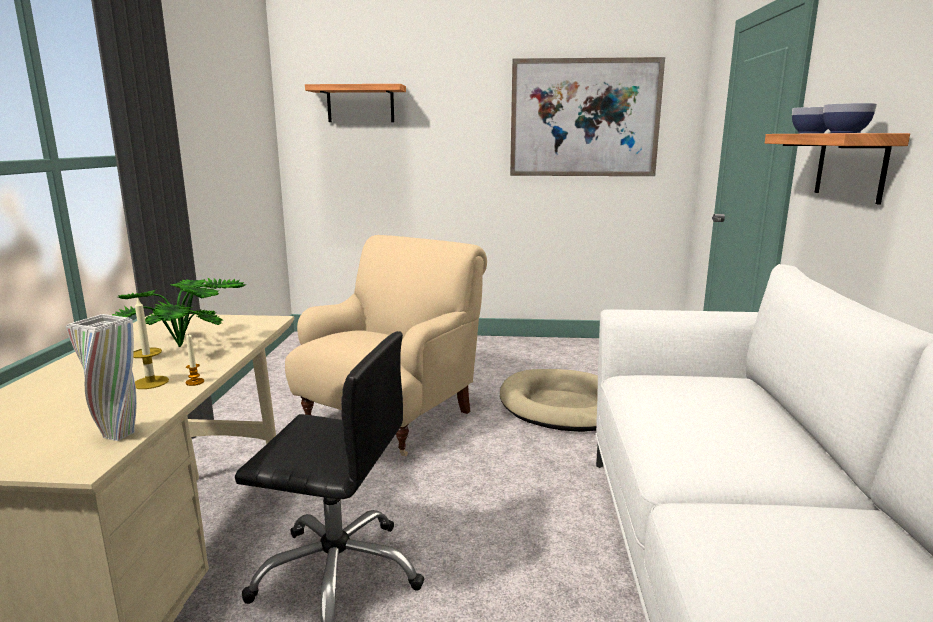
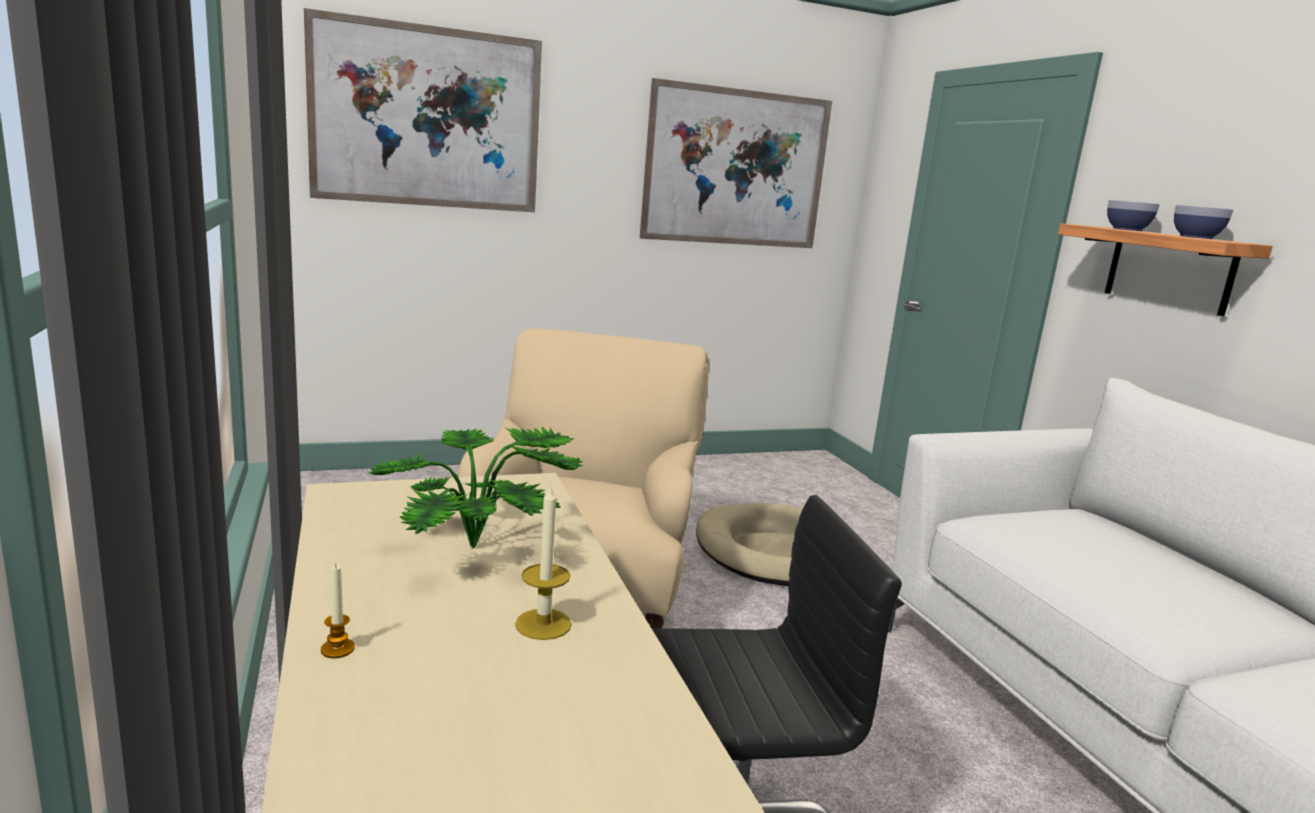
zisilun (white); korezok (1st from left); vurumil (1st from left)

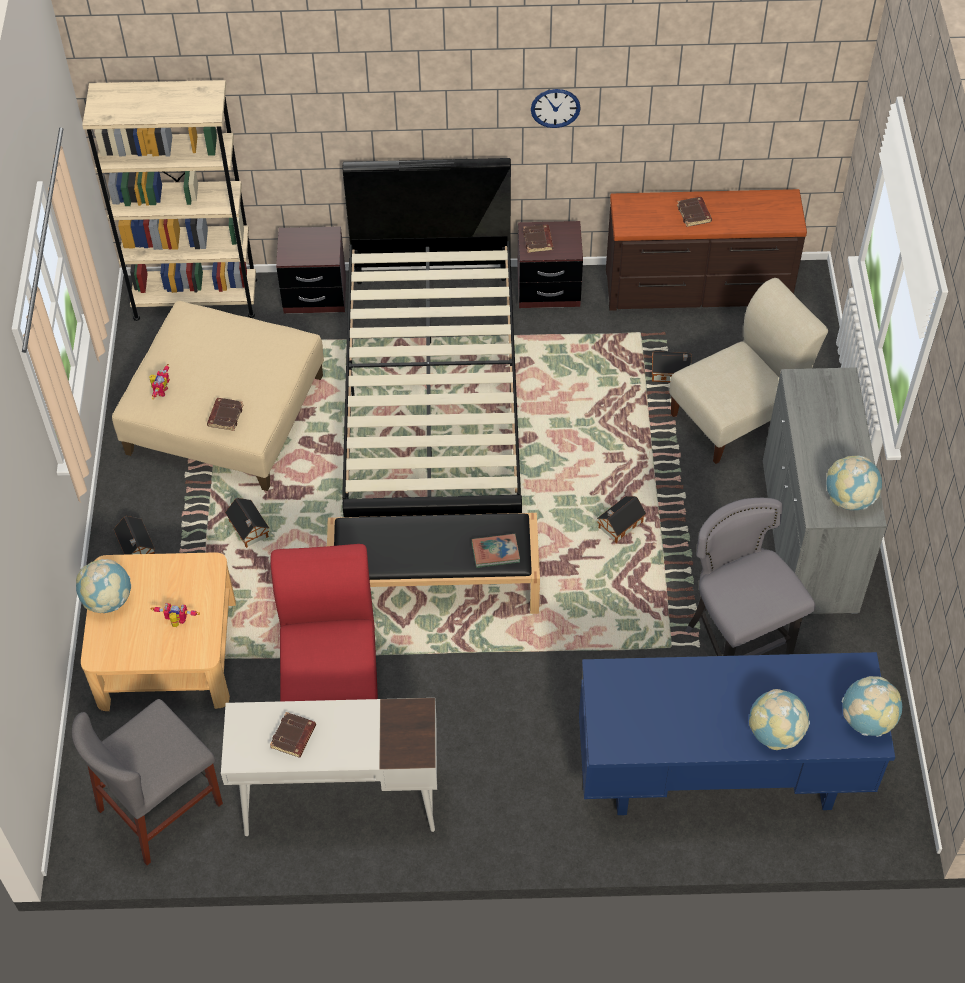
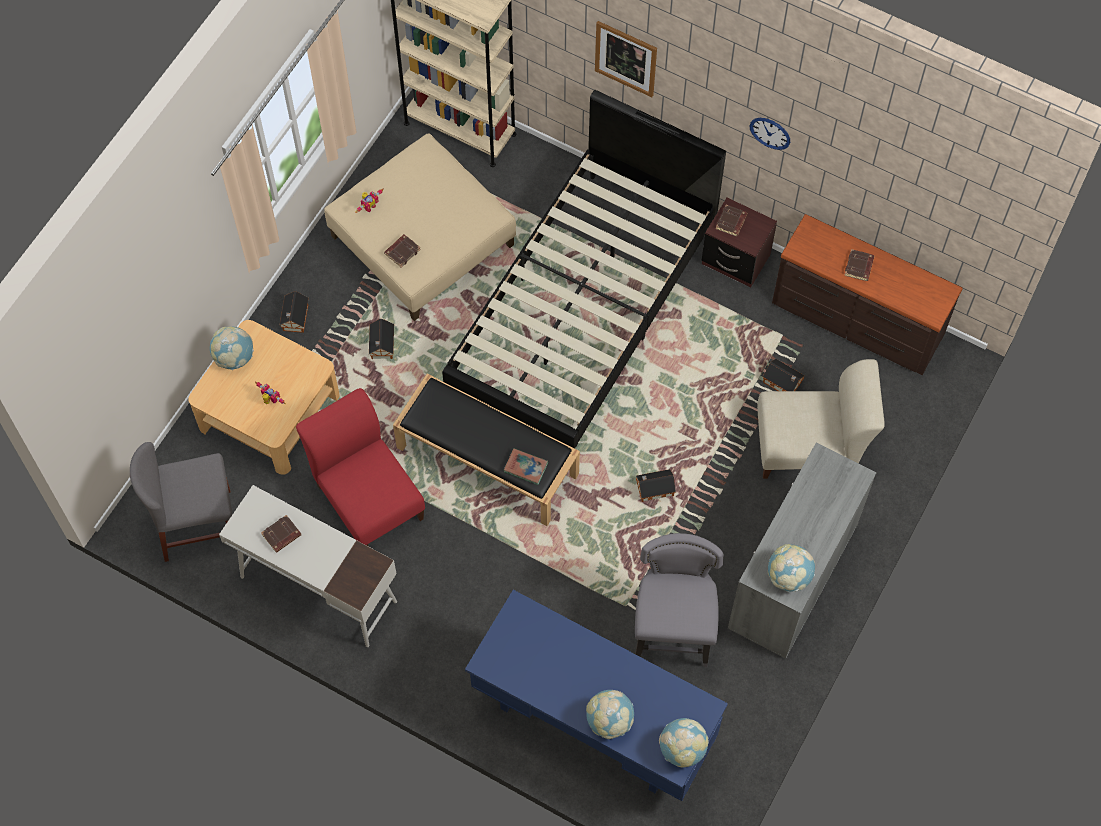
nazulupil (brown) (1st from left in the first image); vurumil; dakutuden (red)

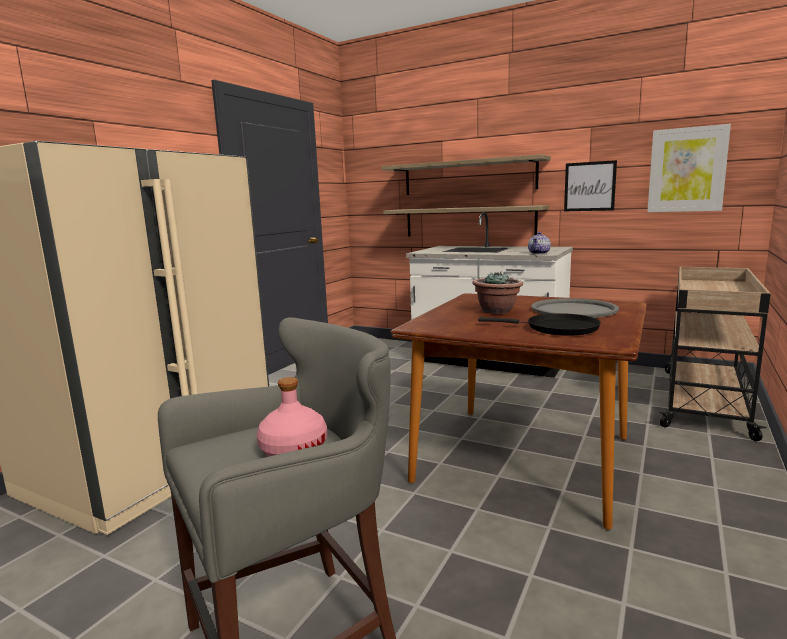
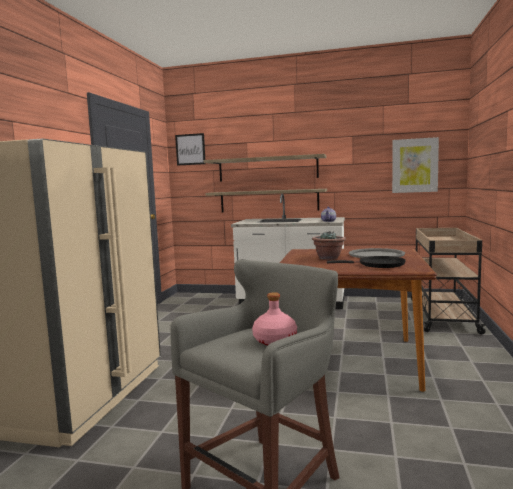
vurumil (1st from left)

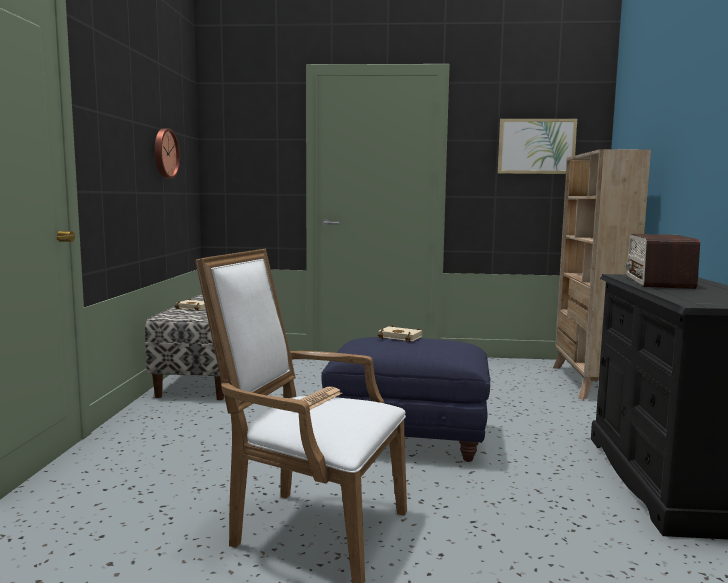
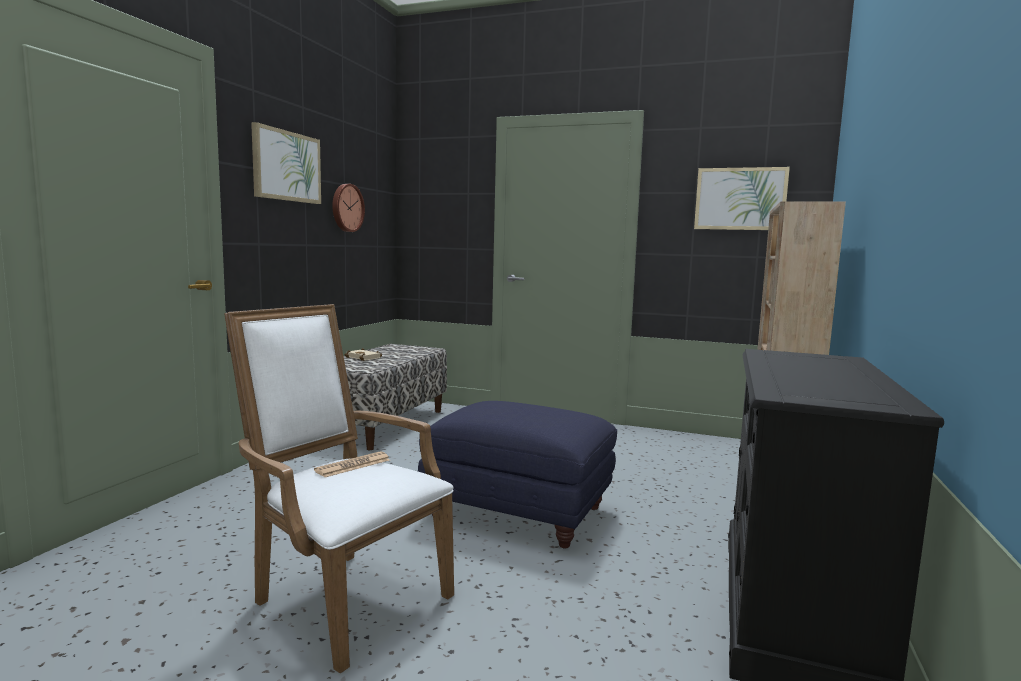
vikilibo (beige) (2nd from left in the first image); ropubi; vurumil (1st from left)

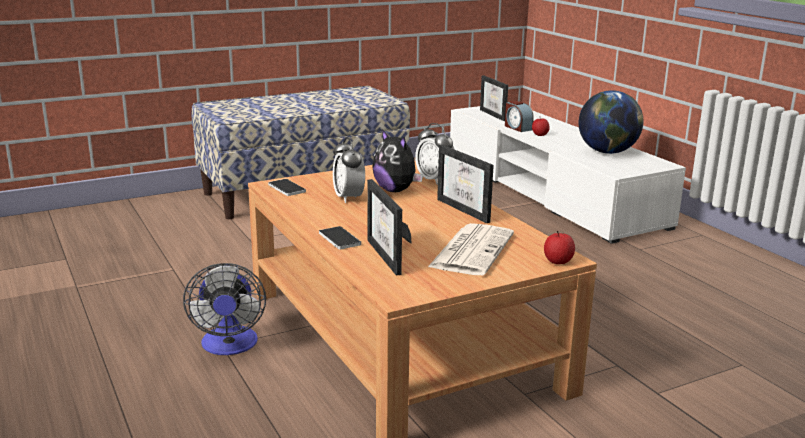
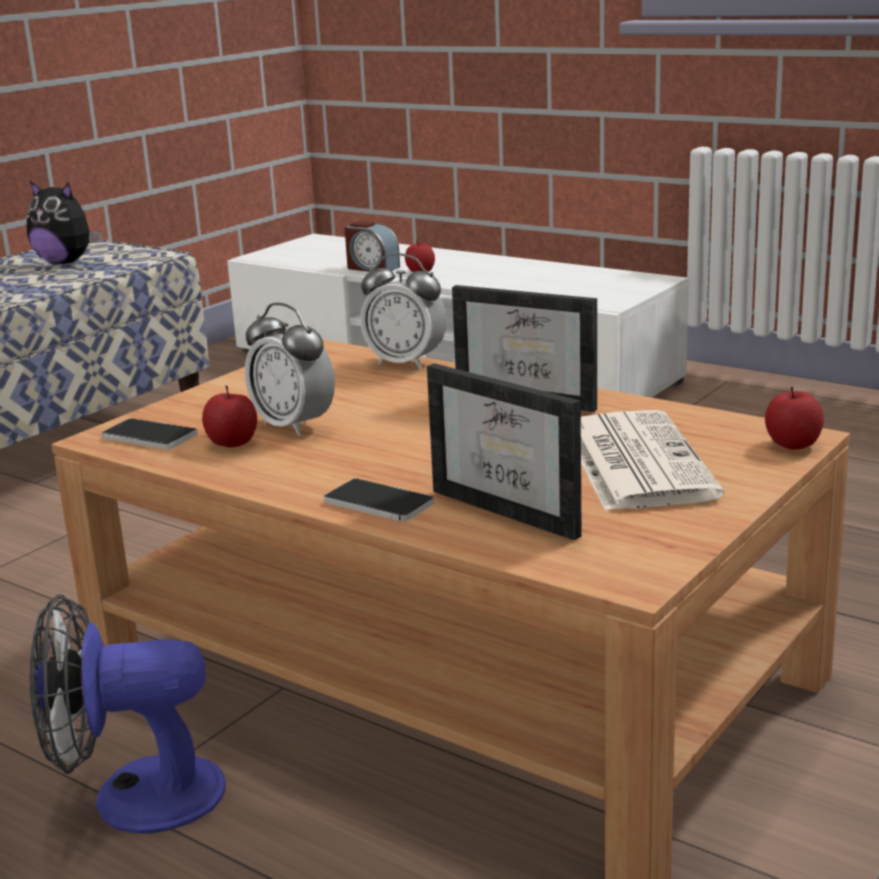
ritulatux (3rd from left in the first image); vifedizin; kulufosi (1st from left); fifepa; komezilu

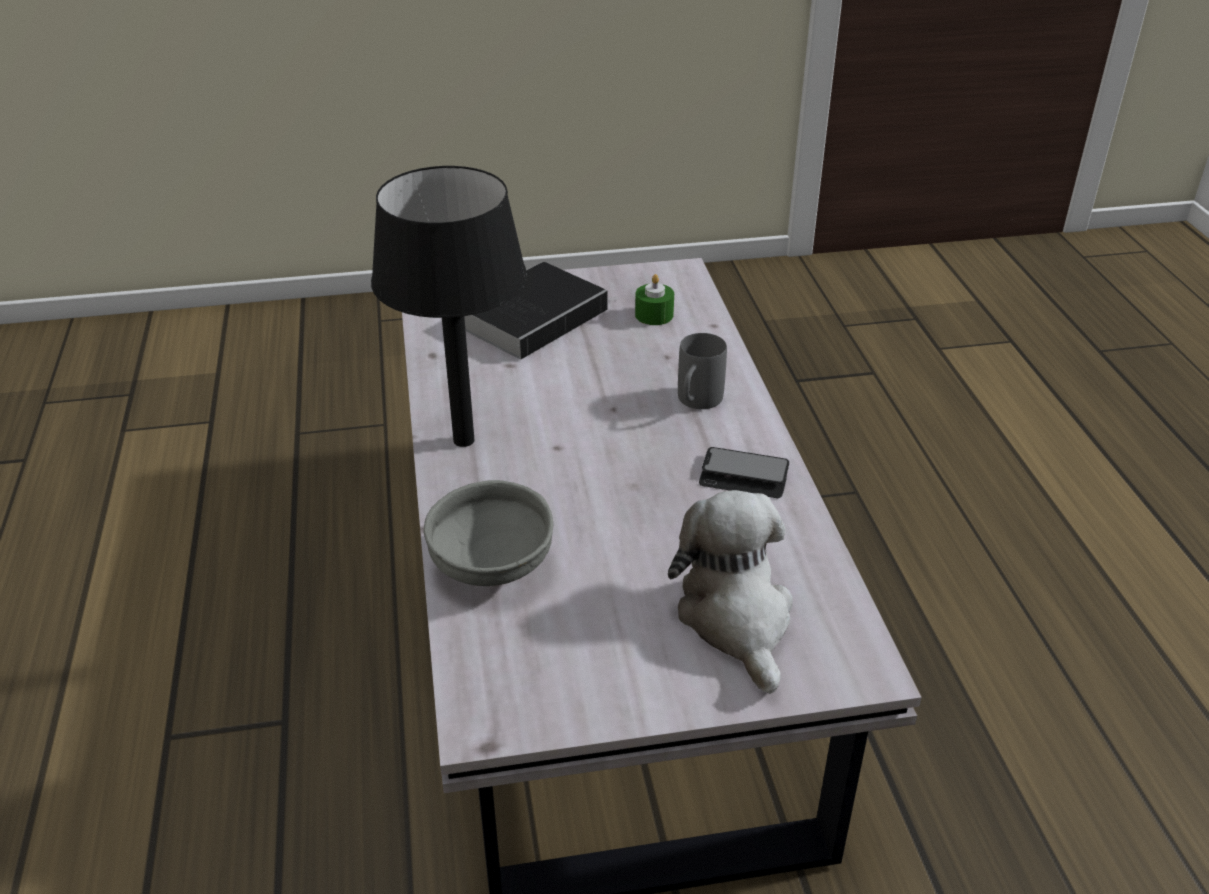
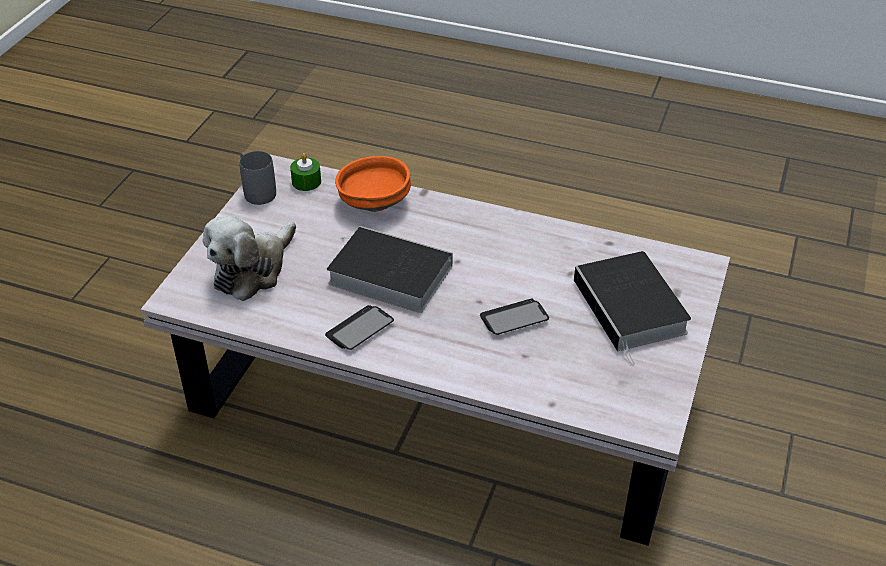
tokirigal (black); vikilibo (1st from left); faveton (2nd from left); korezok (green); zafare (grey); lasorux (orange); fifepa

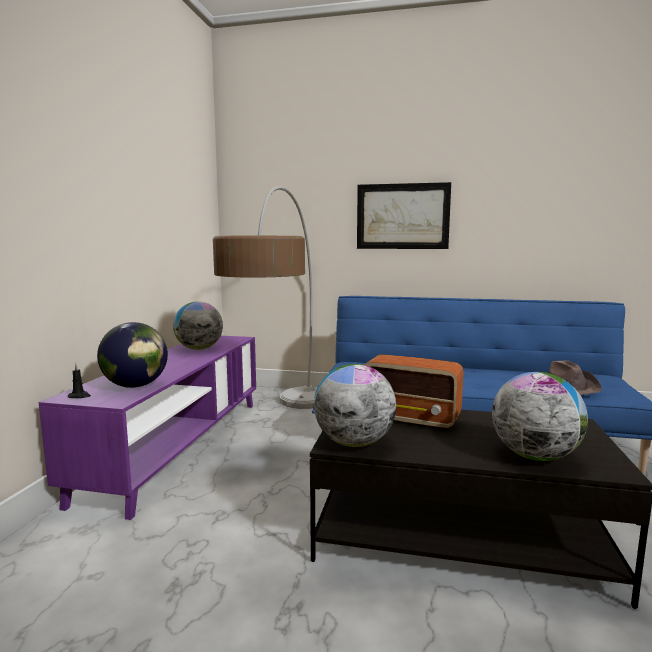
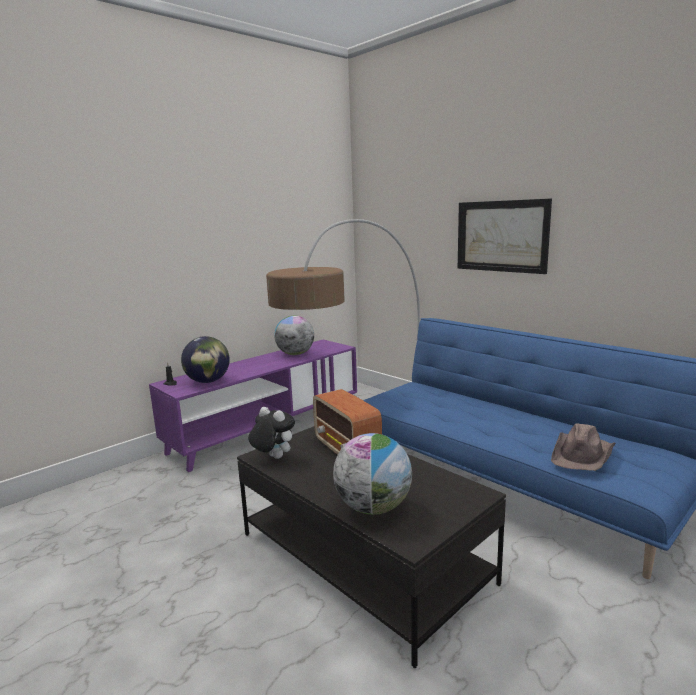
fifepa

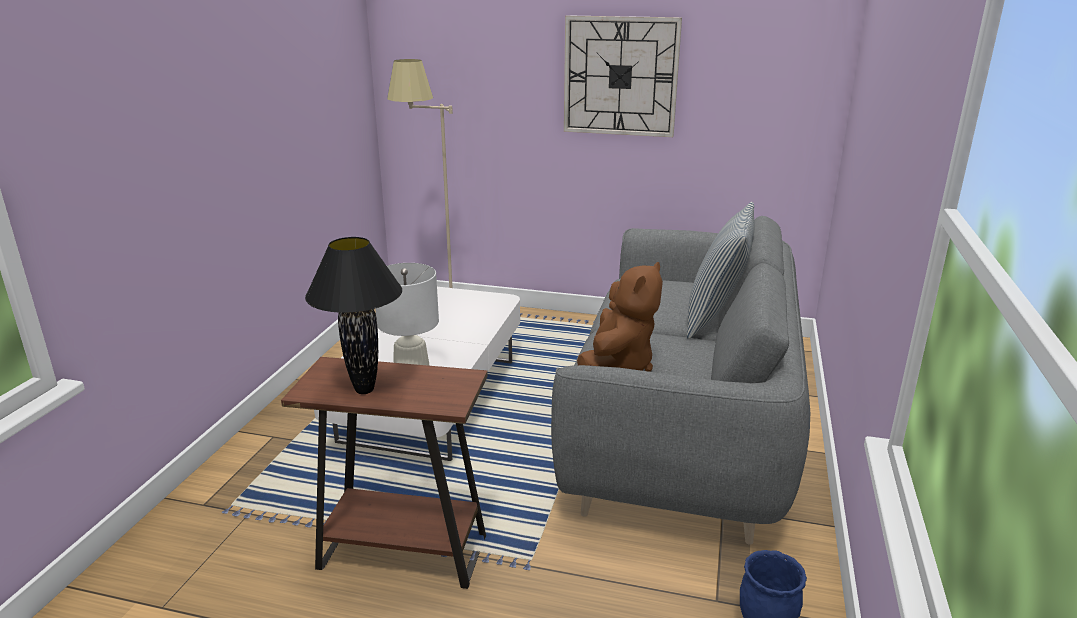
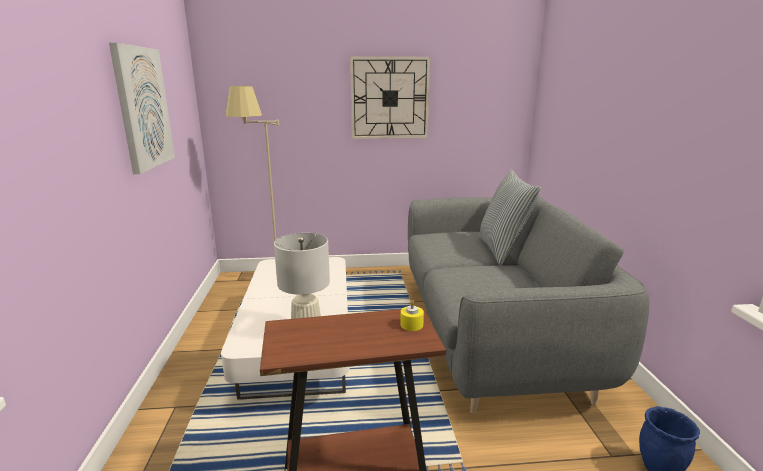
tokirigal (black); fifepa (brown); vurumil; korezok (yellow)

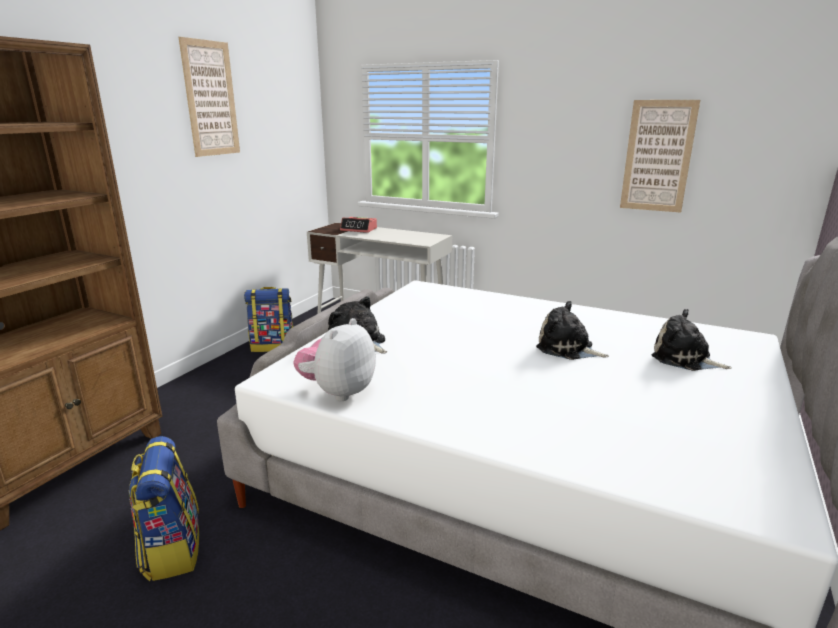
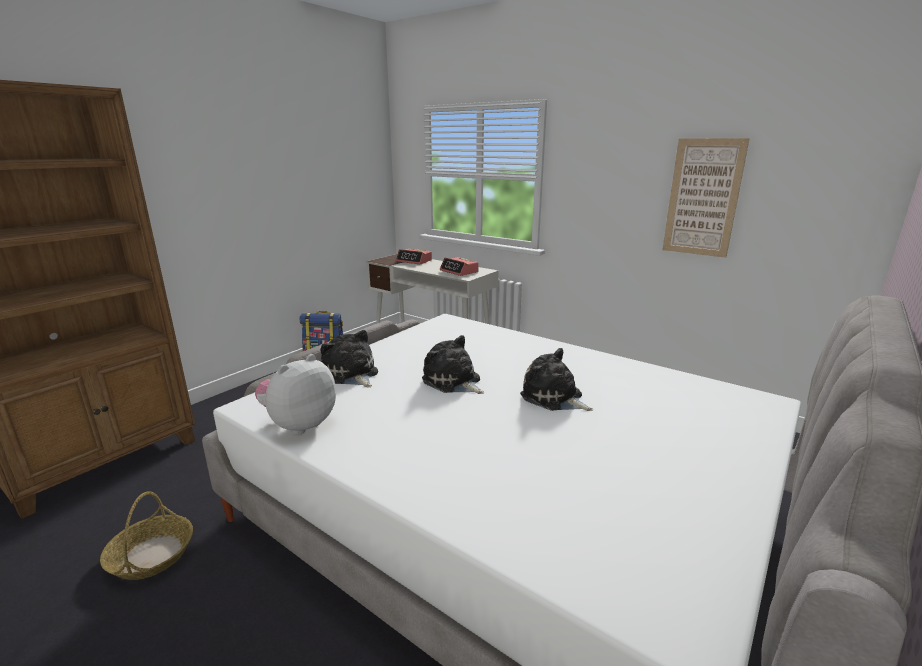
vurumil (1st from left in the first image); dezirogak (2nd from left); fifepa (3rd from left); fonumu

